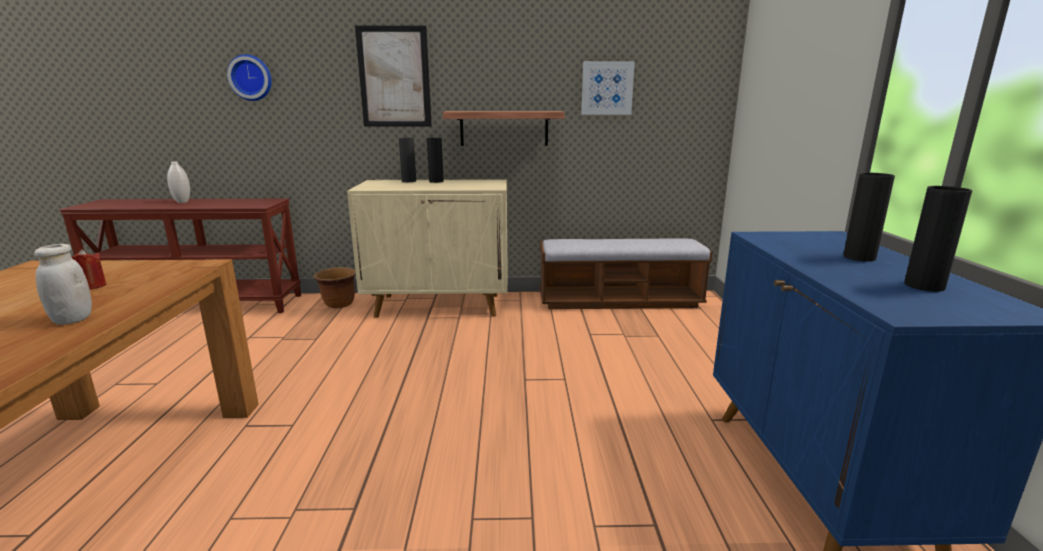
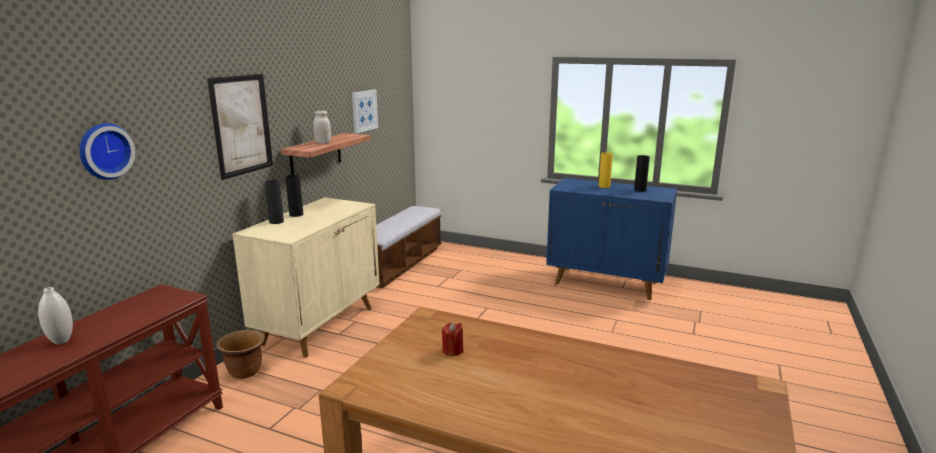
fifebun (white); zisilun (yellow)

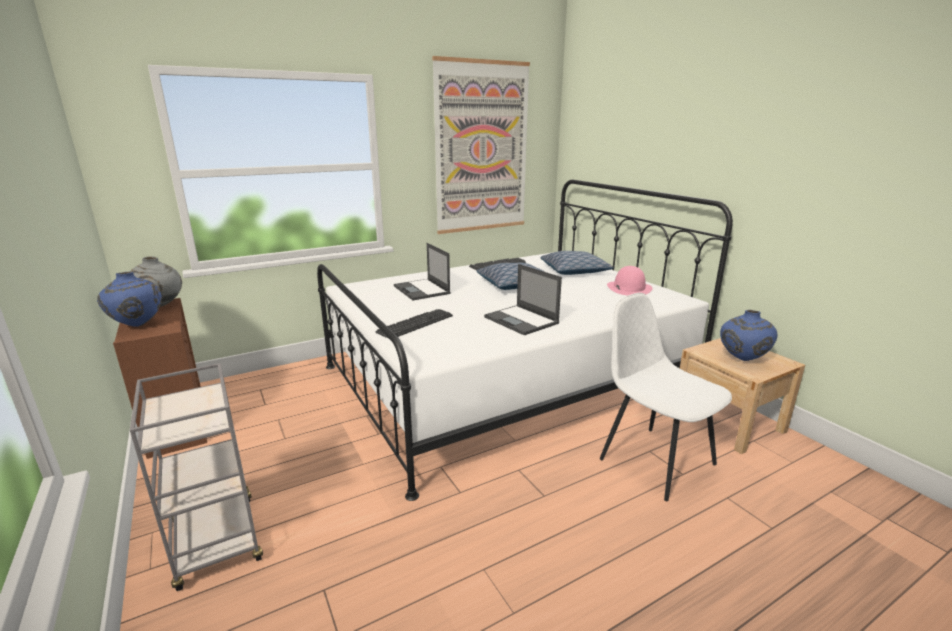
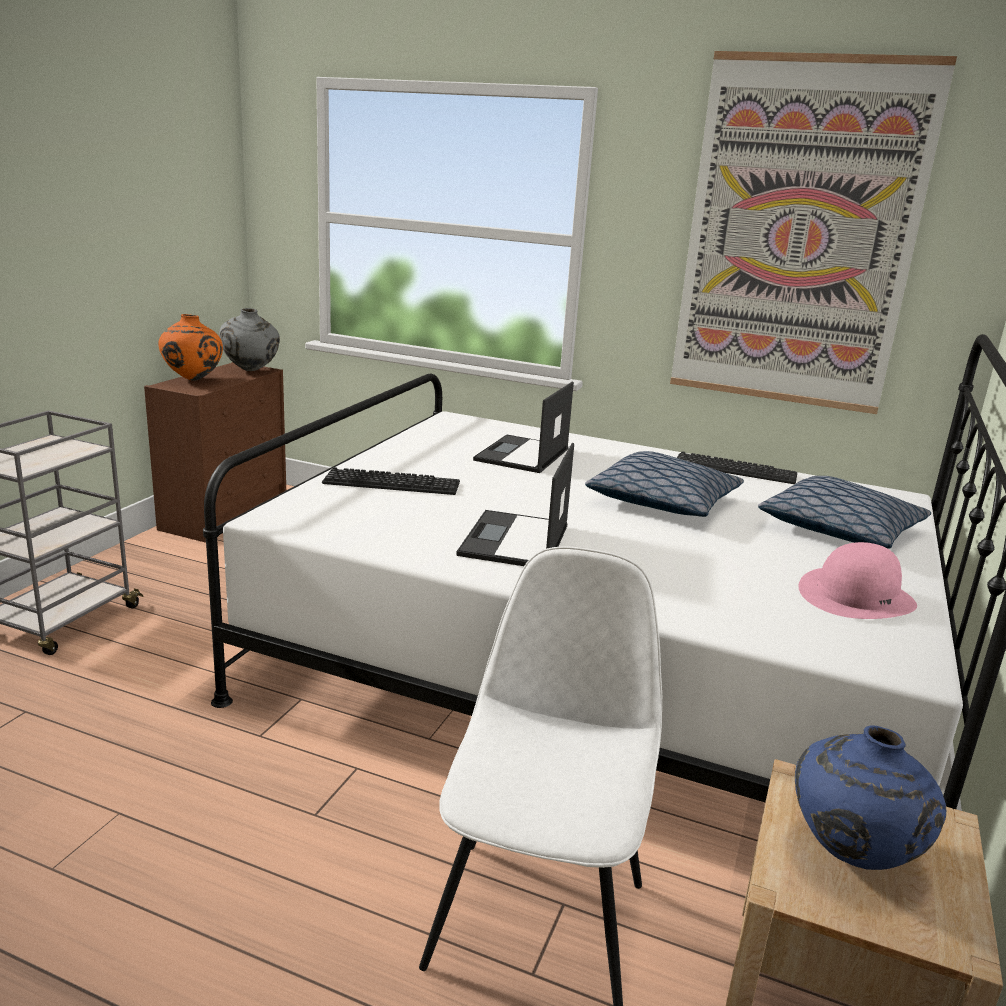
zisilun (orange)

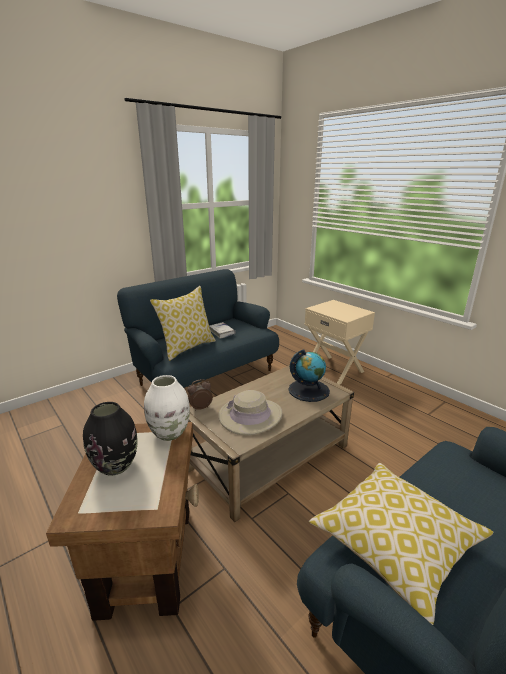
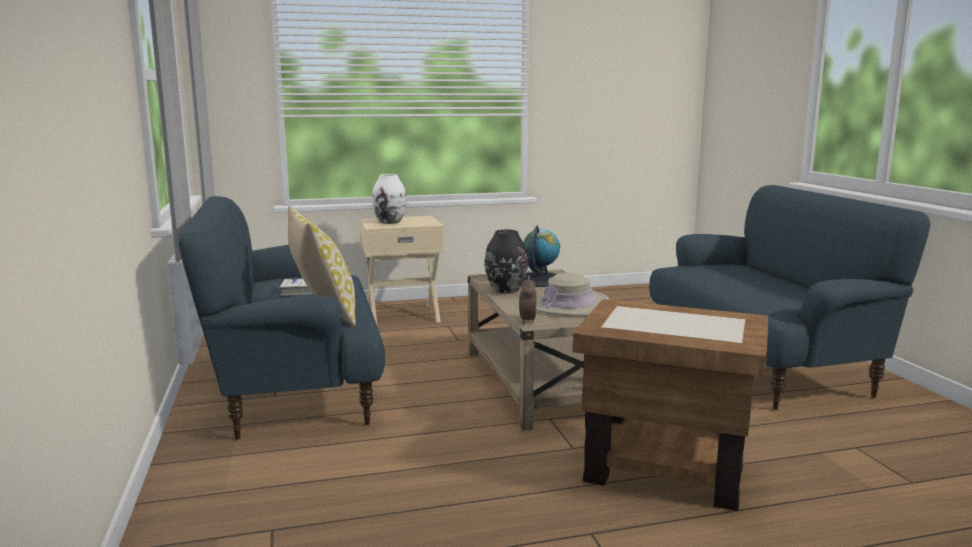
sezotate (2nd from left in the first image); zisilun (black); zisilun (white)

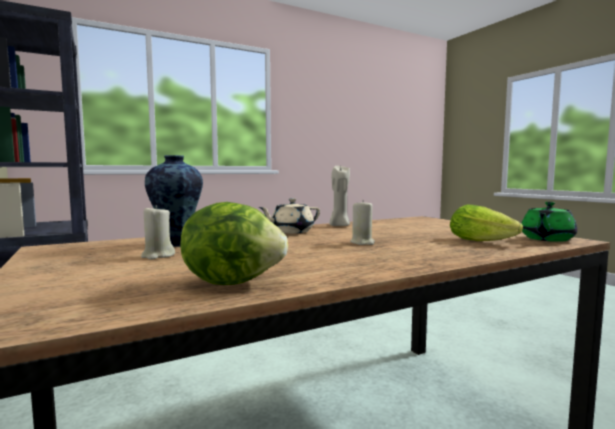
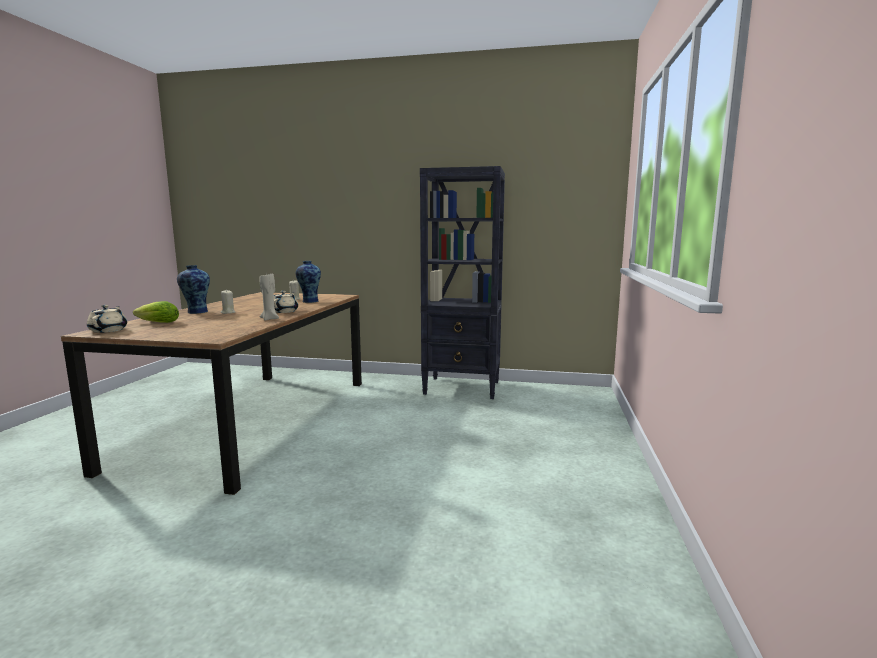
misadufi (1st from left in the first image); zisilun (1st from left); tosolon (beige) (1st from left)

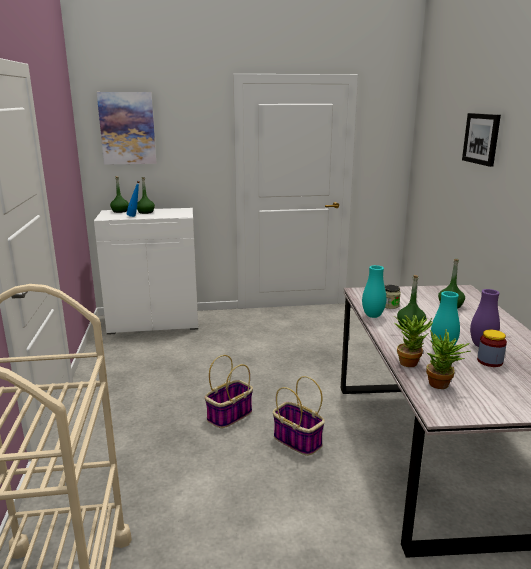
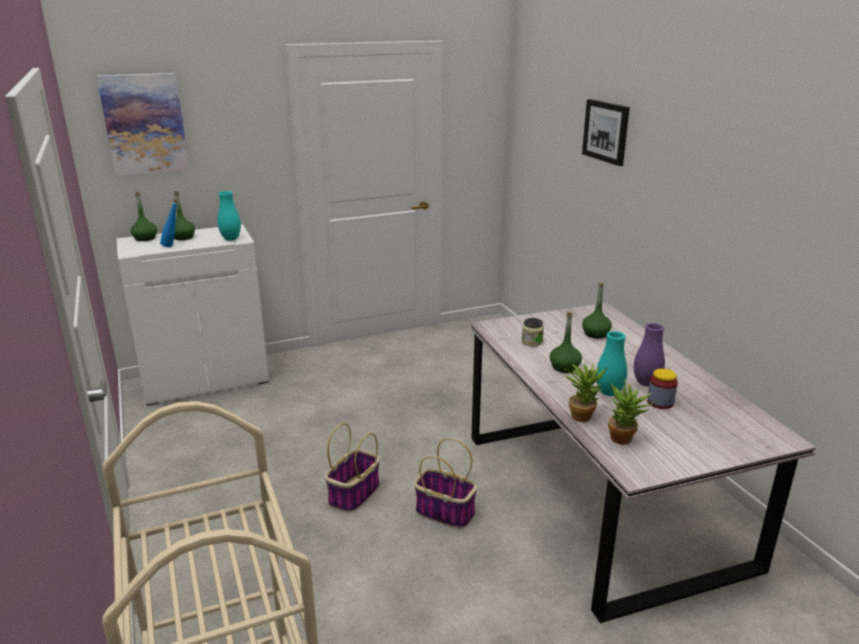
zisilun (turquoise) (1st from left)

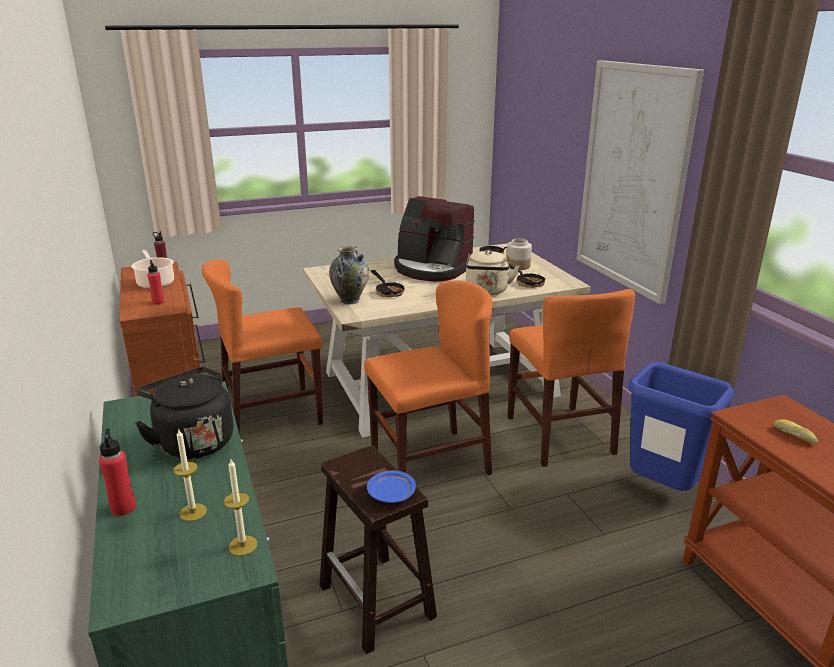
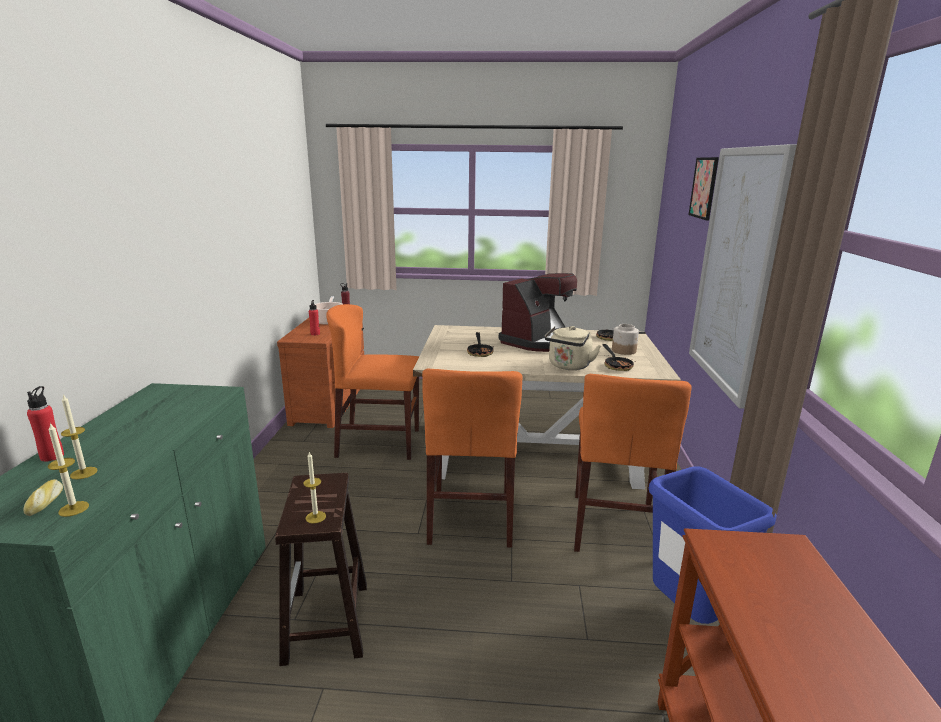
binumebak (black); zisilun; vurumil (1st from left); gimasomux; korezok (3rd from left); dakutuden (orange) (2nd from left); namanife

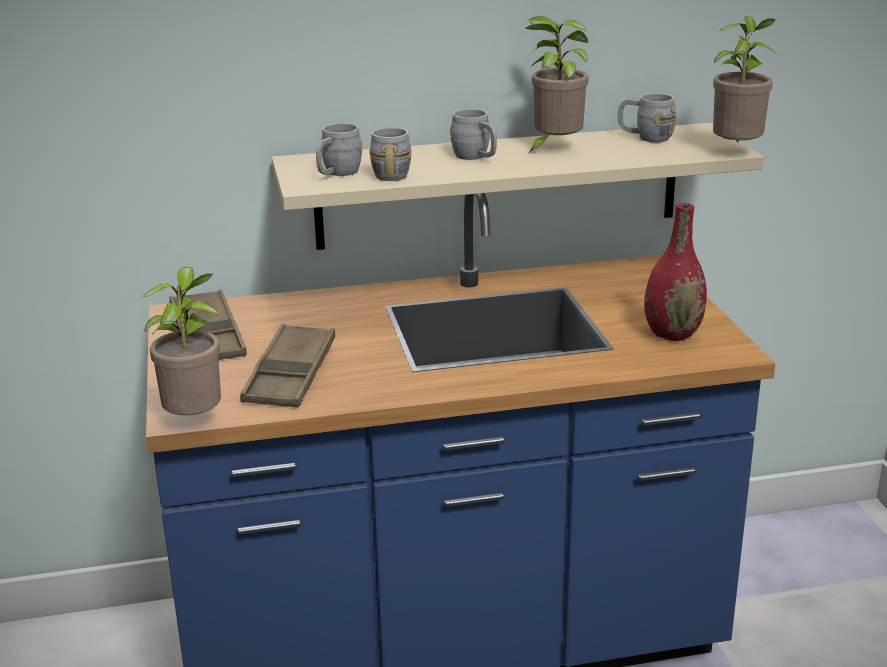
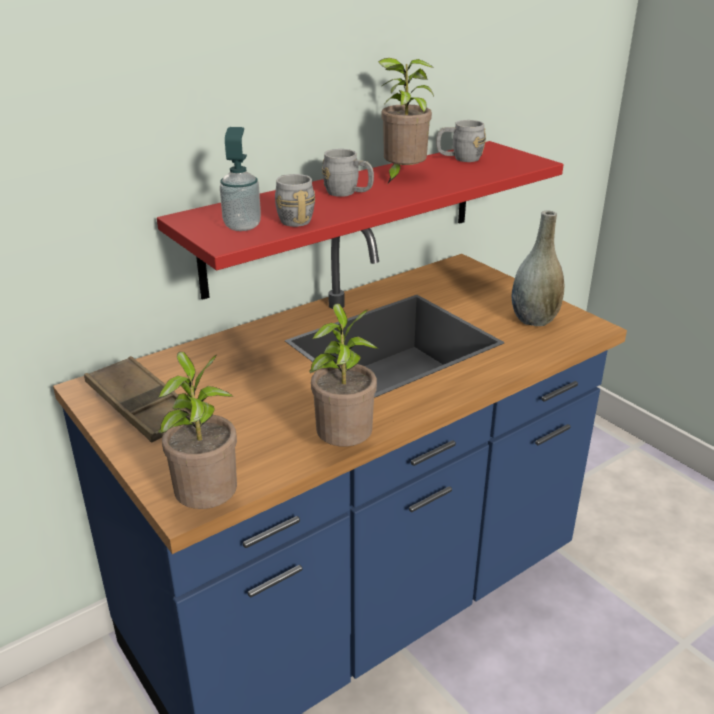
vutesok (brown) (2nd from left in the first image); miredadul (2nd from left); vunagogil; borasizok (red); zisilun (grey)

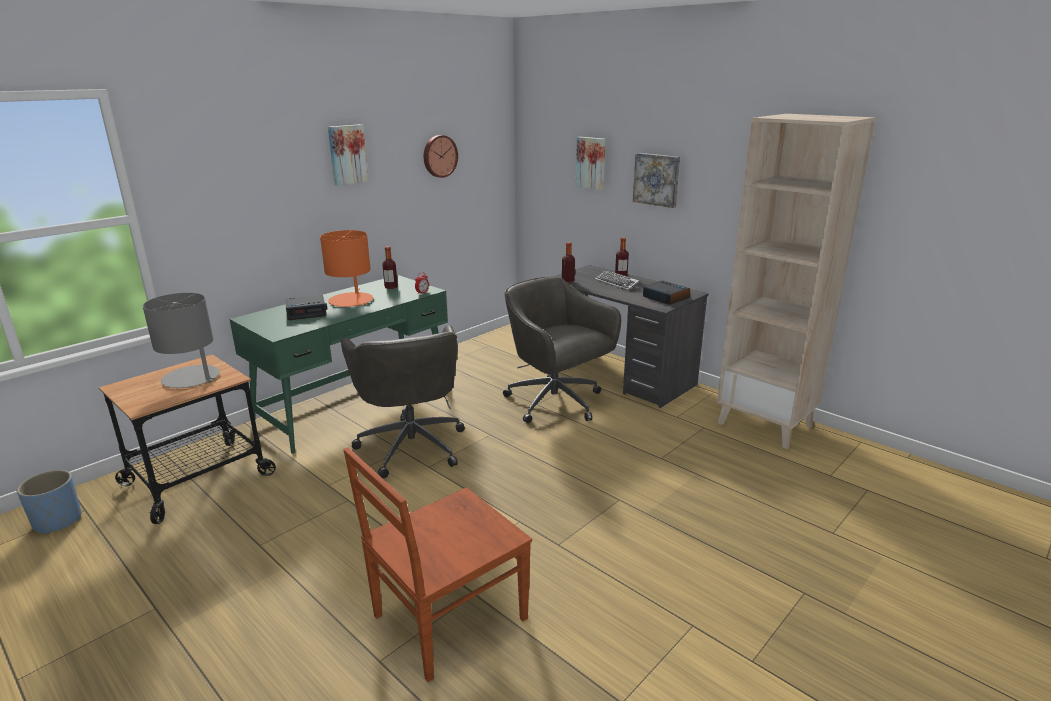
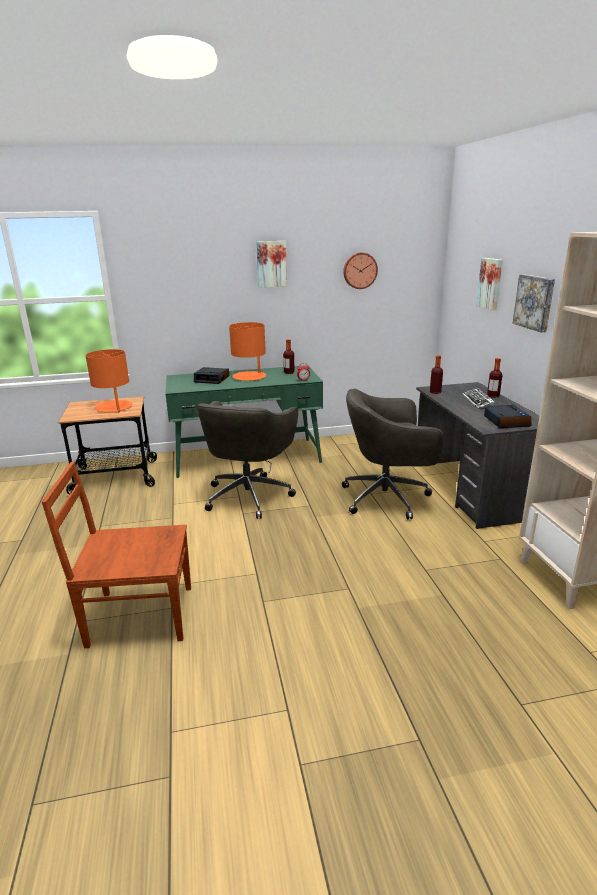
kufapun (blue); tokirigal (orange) (1st from left); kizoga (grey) (2nd from left)

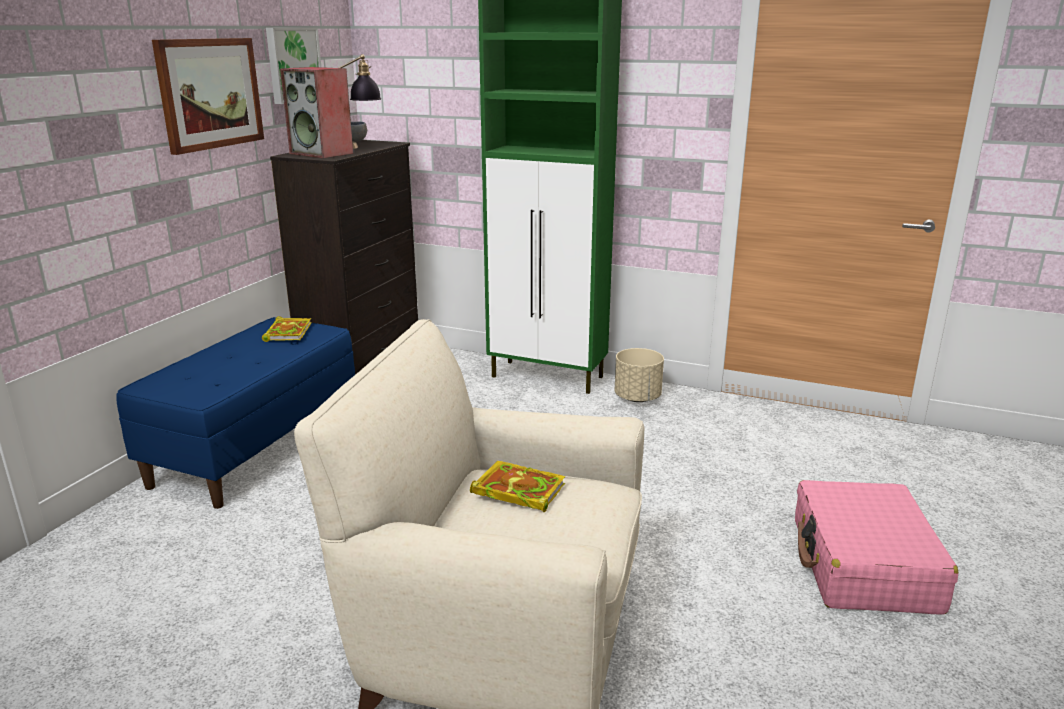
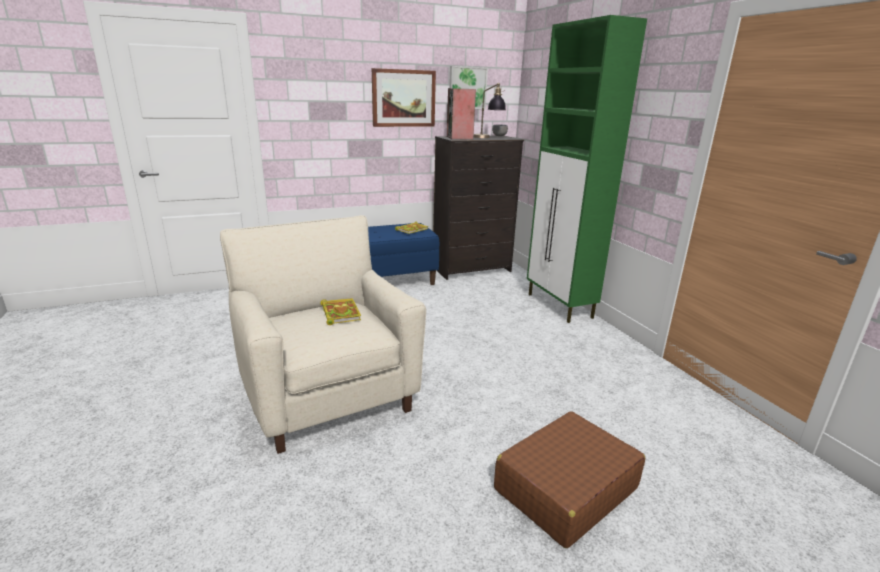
kufapun (beige); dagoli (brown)

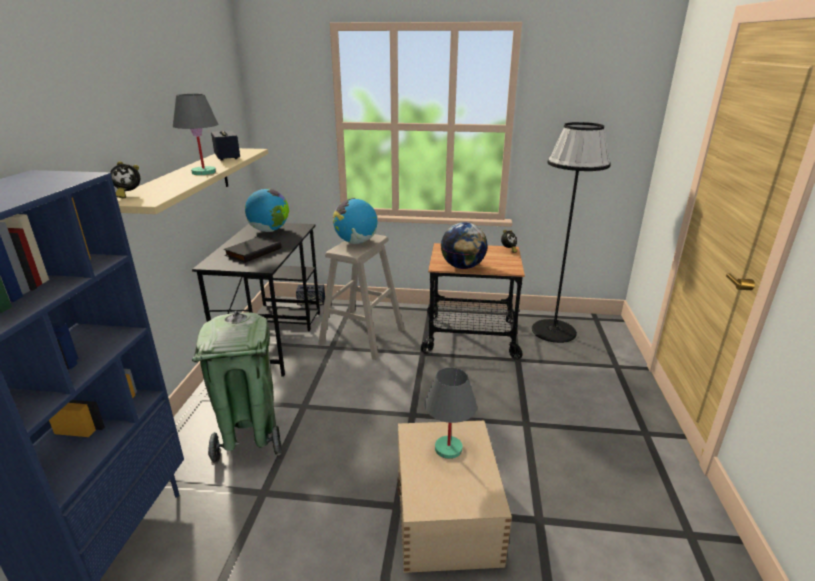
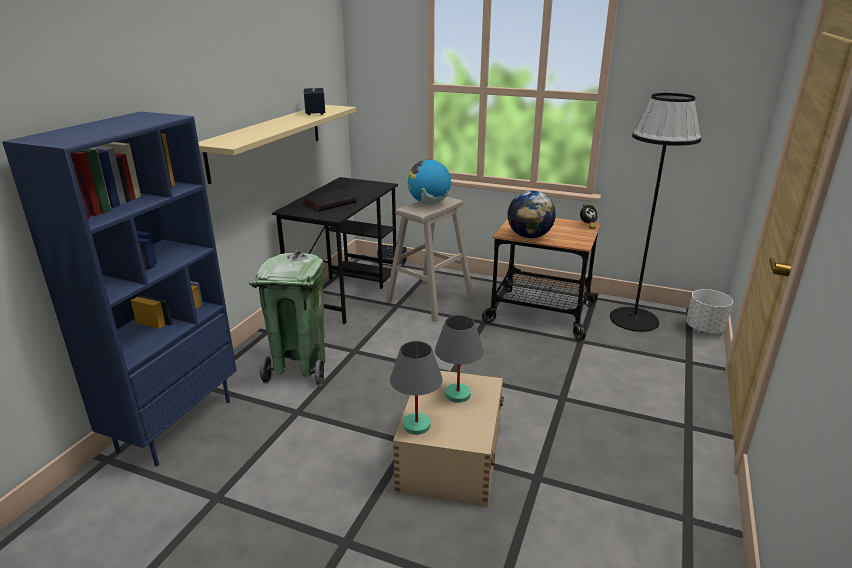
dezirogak (1st from left in the first image); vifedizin (1st from left in the first image); kufapun (white); tokirigal (grey) (1st from left)

